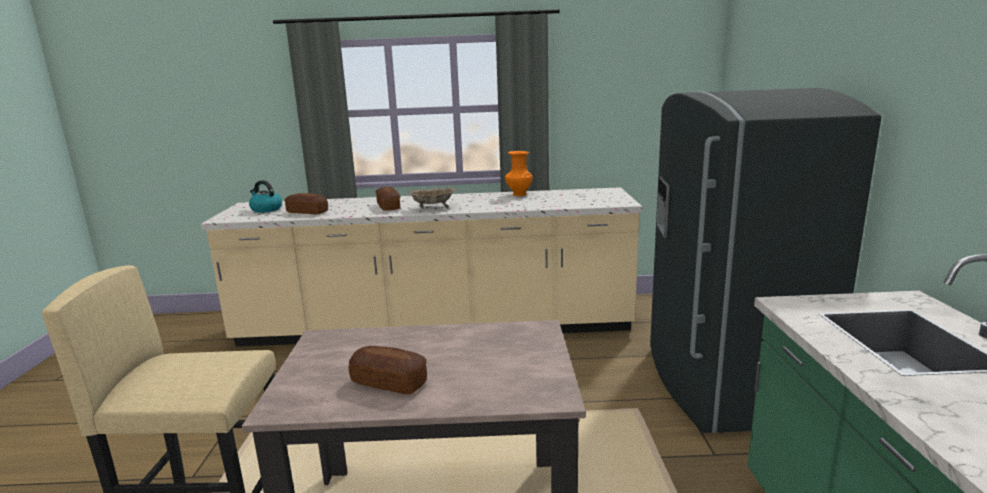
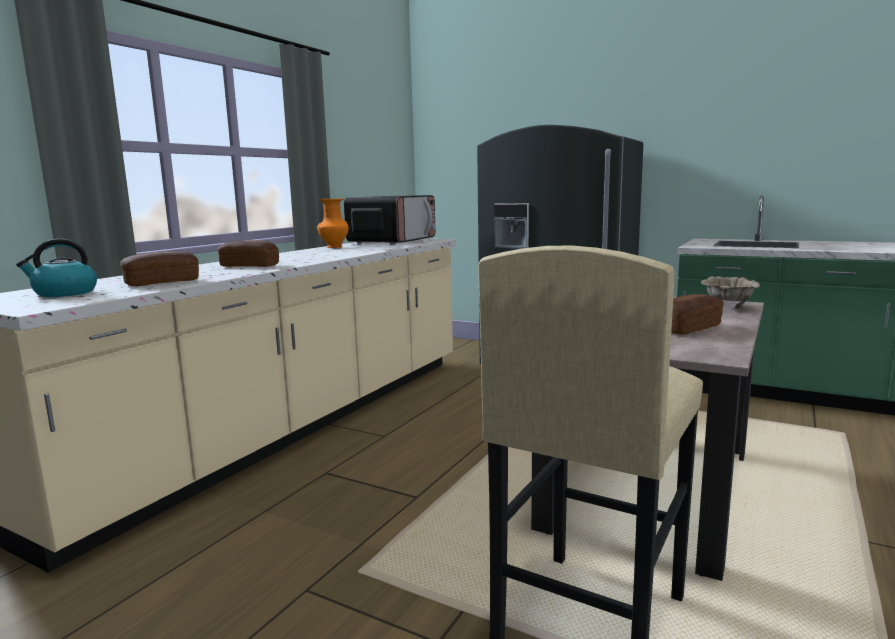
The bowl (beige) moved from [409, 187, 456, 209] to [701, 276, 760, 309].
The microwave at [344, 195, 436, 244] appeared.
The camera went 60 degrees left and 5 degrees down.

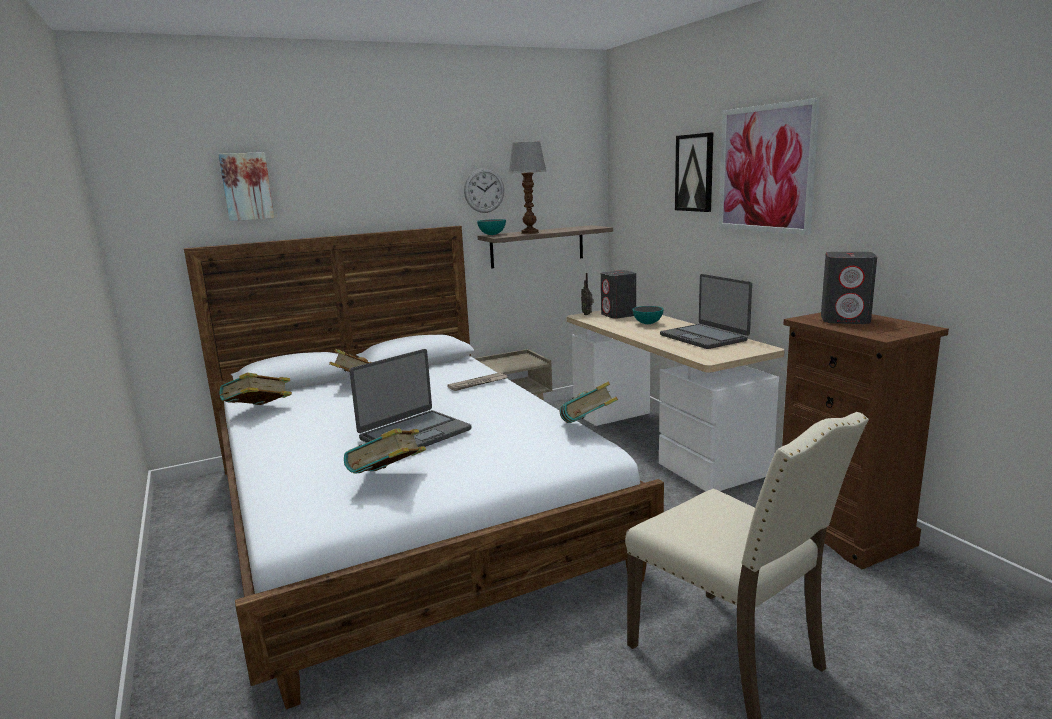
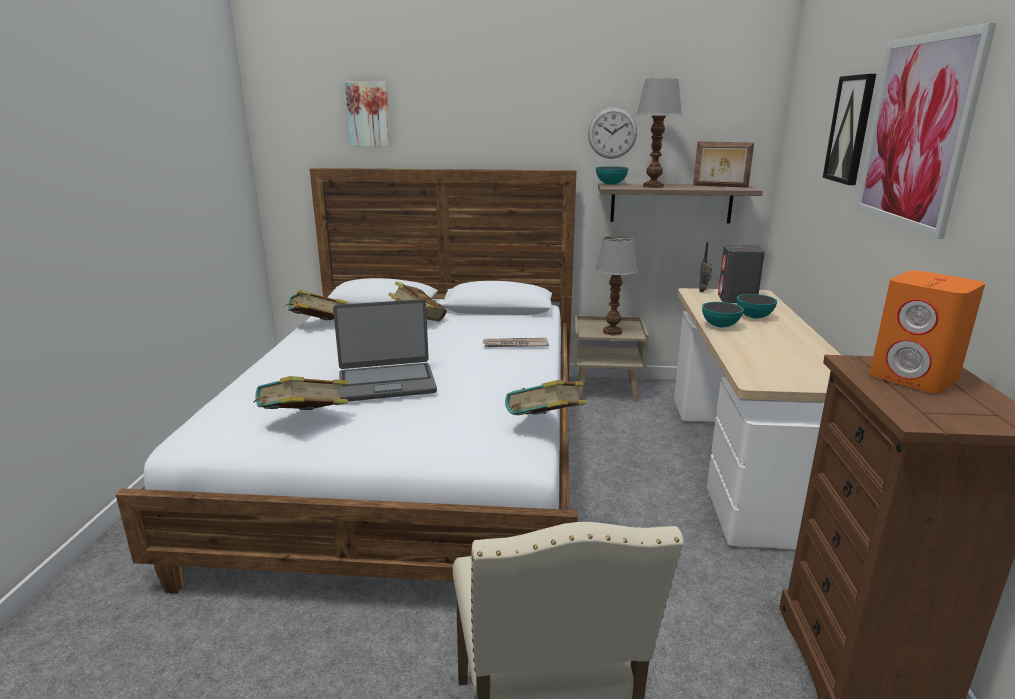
The speaker (grey) at [821, 252, 877, 324] became the speaker (orange) at [870, 270, 985, 393].
The laptop at [660, 274, 752, 349] disappeared.
The picture frame at [693, 141, 754, 188] appeared.
The table lamp at [595, 236, 638, 336] appeared.
The bowl at [702, 302, 744, 327] appeared.
The camera went 30 degrees right and 5 degrees up.

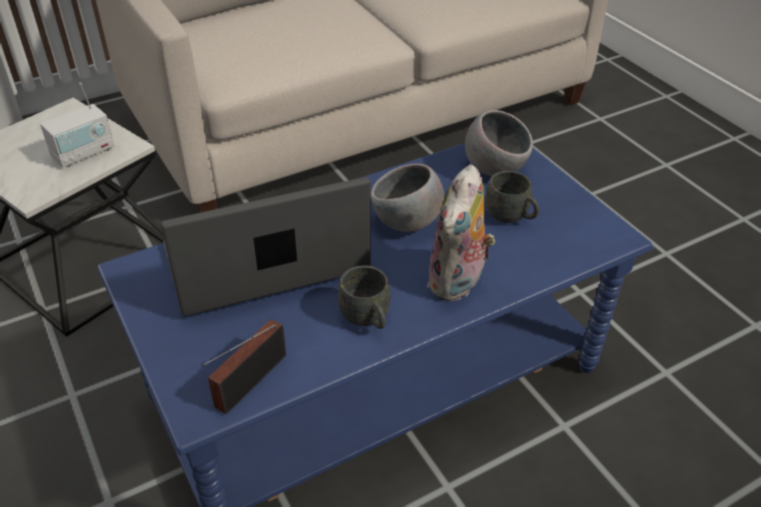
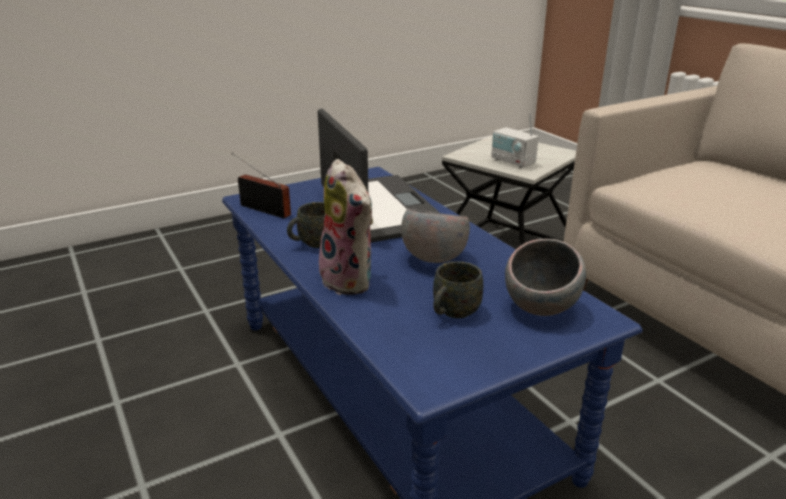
The plush toy at [427, 165, 495, 302] turned 150 degrees counterclockwise.
The camera went 90 degrees right and 15 degrees down.

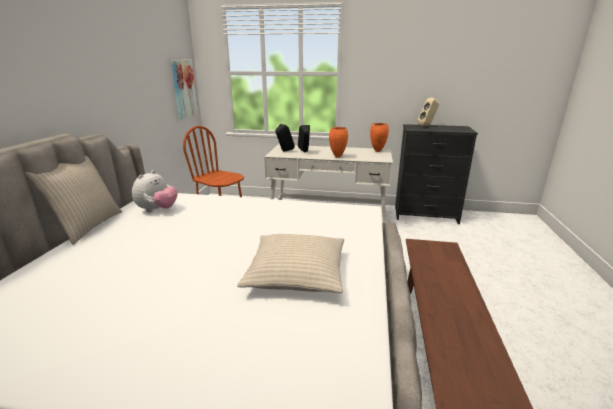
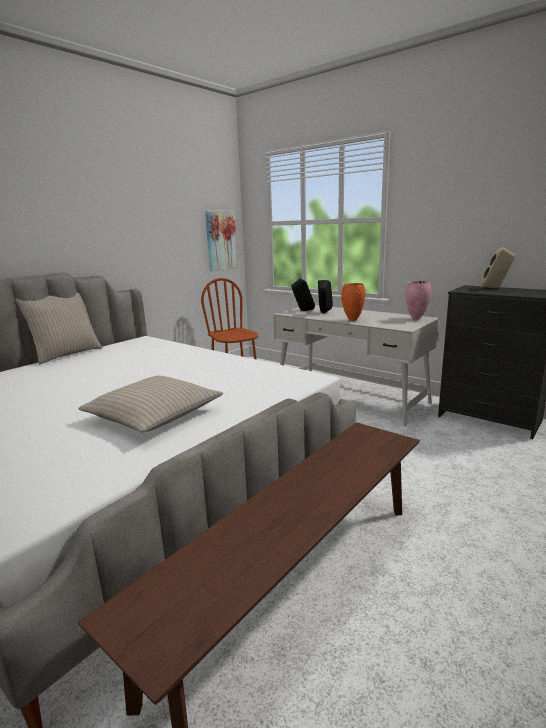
The vase (orange) at [370, 123, 389, 152] became the vase (pink) at [405, 281, 431, 320].
The plush toy at [132, 170, 178, 212] disappeared.
The camera went 30 degrees right and 5 degrees down.

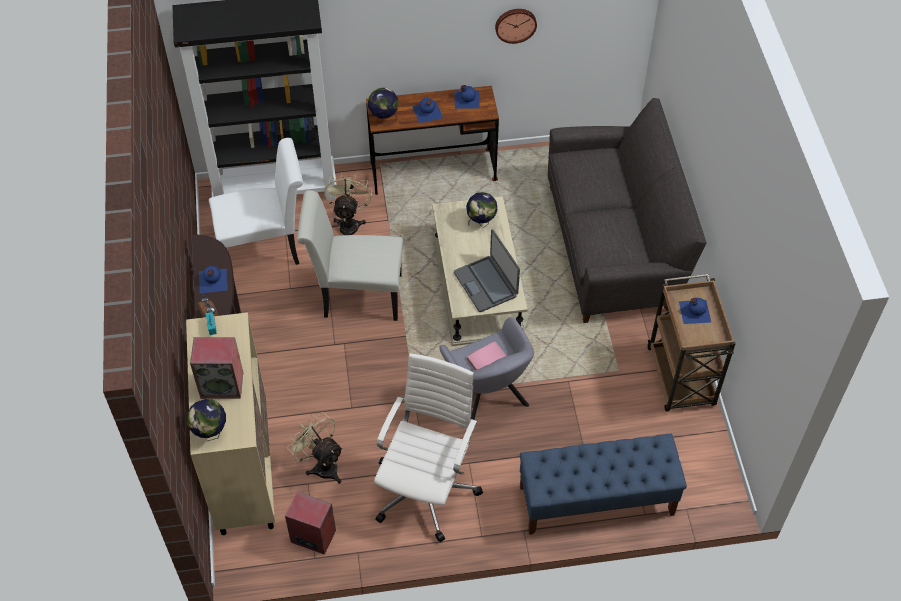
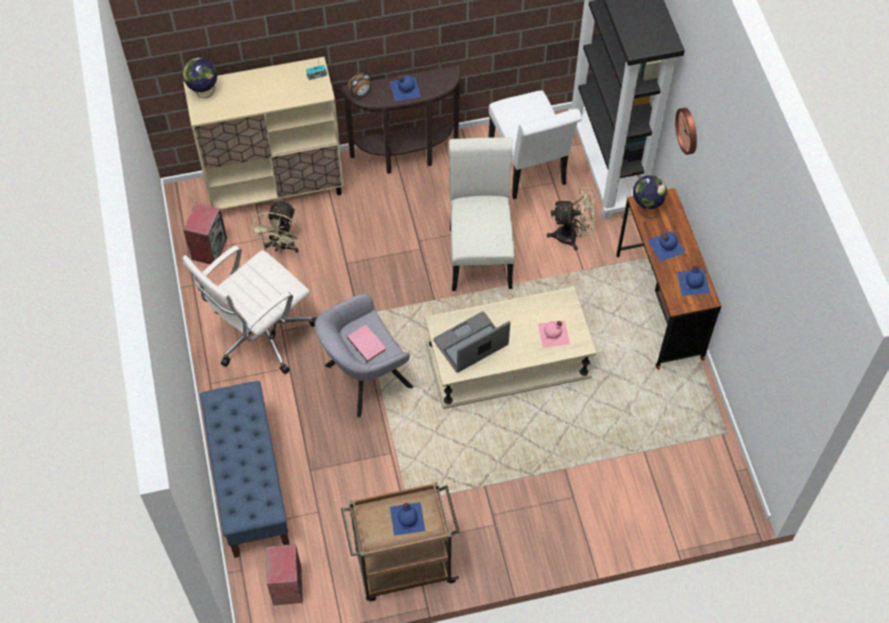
The wall clock moved from [495, 9, 537, 44] to [675, 108, 697, 155].
The sofa (grey) at [548, 98, 707, 323] disappeared.
The globe at [466, 192, 497, 228] was replaced by the bottle (pink) at [538, 321, 570, 348].
The speaker moved from [190, 337, 243, 399] to [266, 544, 303, 605].
The office chair (white) at [374, 353, 483, 542] turned 120 degrees clockwise.
The fan (beige) at [287, 412, 343, 484] turned 150 degrees clockwise.
The camera went 85 degrees right and 5 degrees up.

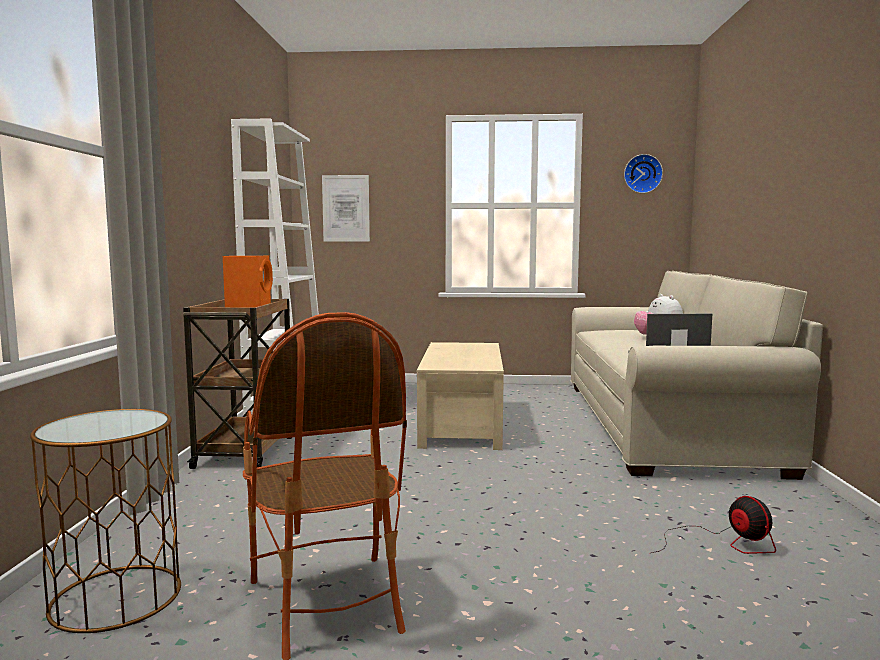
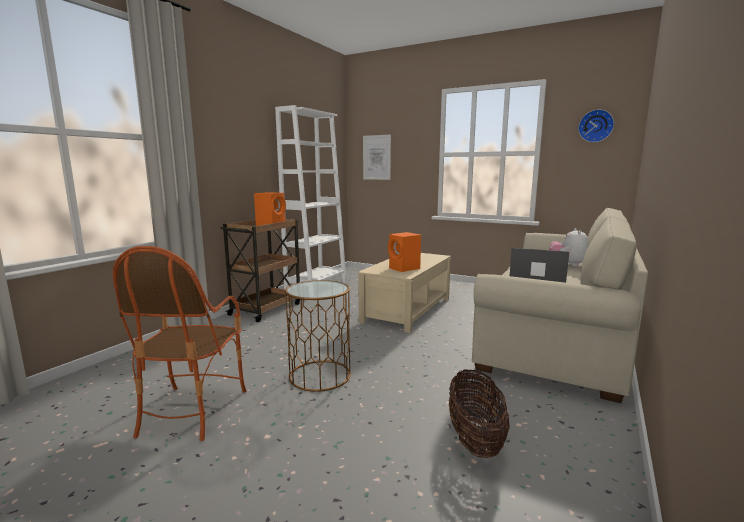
The side table (brown) moved from [30, 409, 181, 633] to [285, 280, 351, 392].
The fan at [652, 496, 776, 554] was replaced by the basket at [449, 369, 510, 458].
The speaker (orange) at [388, 232, 421, 272] appeared.
The camera went 25 degrees right and 5 degrees up.

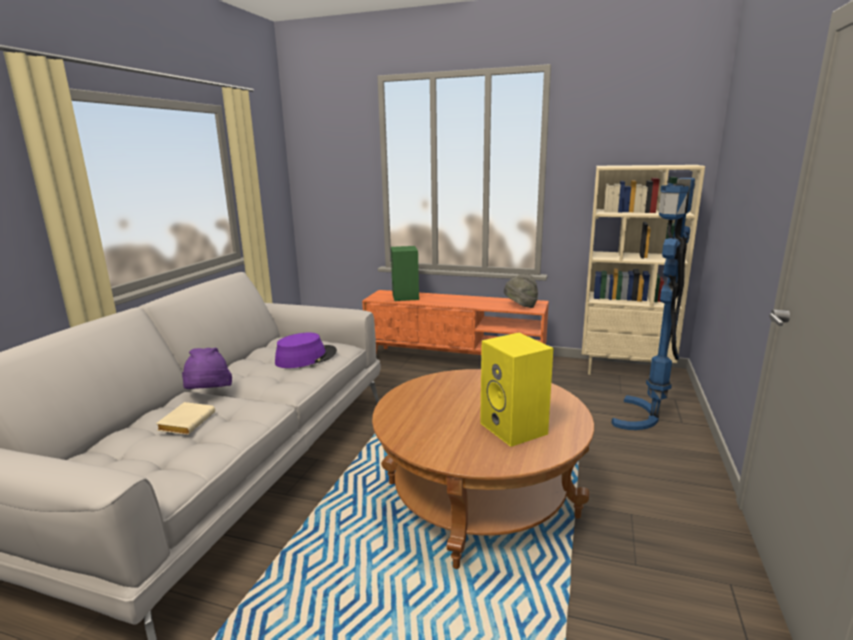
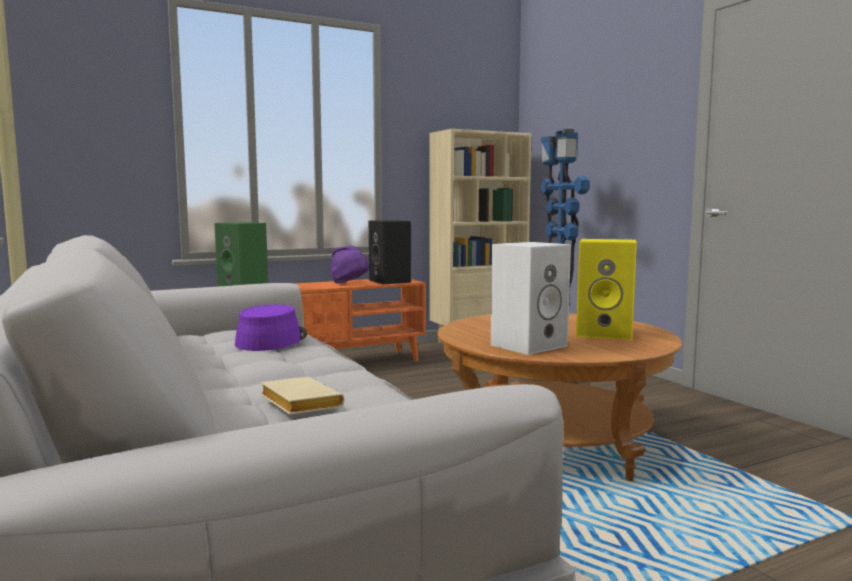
The hat (grey) at [504, 274, 538, 308] was replaced by the speaker (black) at [369, 220, 411, 284].
The hat (purple) moved from [182, 347, 232, 389] to [330, 245, 369, 283].
The speaker (white) at [491, 242, 571, 355] appeared.
The camera went 45 degrees left and 10 degrees down.

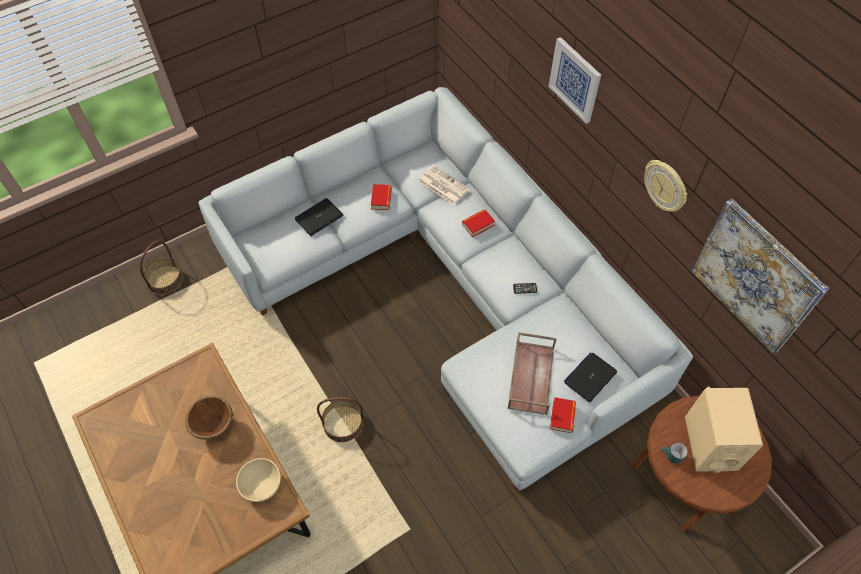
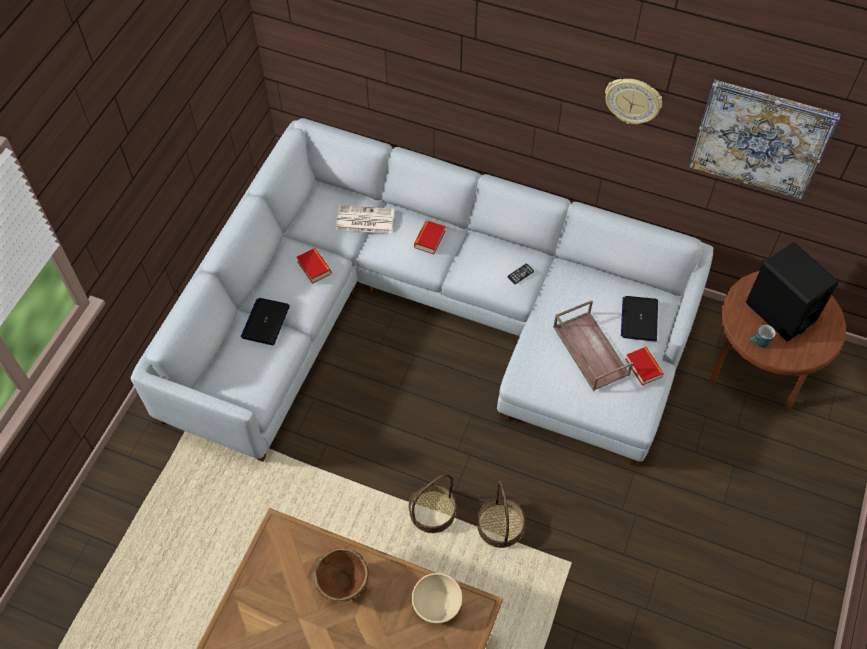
The picture at [548, 37, 601, 124] disappeared.
The basket moved from [140, 241, 183, 295] to [477, 481, 525, 548].
The speaker (beige) at [685, 387, 763, 472] became the speaker (black) at [745, 242, 839, 342].
The camera went 35 degrees left and 0 degrees up.

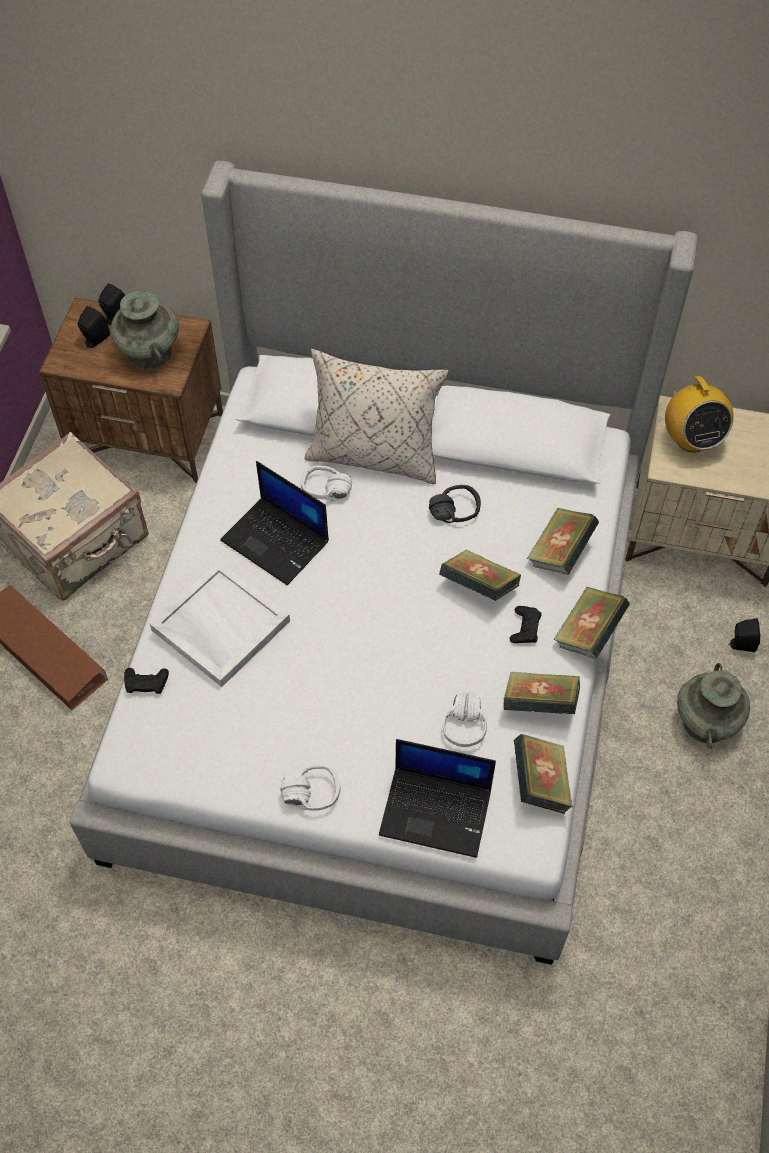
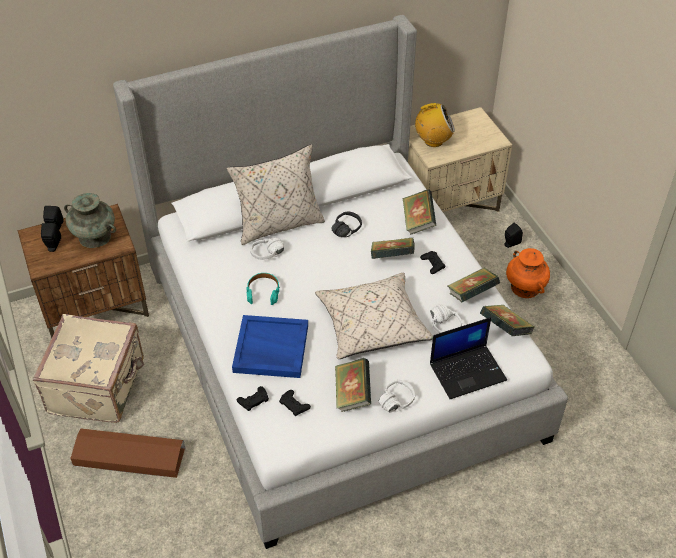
The radio at [665, 376, 734, 453] turned 45 degrees counterclockwise.
The laptop at [220, 461, 329, 585] was replaced by the headphones (turquoise) at [246, 273, 280, 305].
The tray (white) at [149, 561, 290, 687] became the tray (blue) at [232, 315, 308, 378].
The book moved from [553, 587, 630, 659] to [335, 358, 371, 412].
The vase (turquoise) at [677, 663, 750, 749] became the vase (orange) at [506, 248, 550, 298].
The pillow (beige) at [315, 273, 433, 359] appeared.
The game controller (black) at [279, 390, 311, 416] appeared.
The camera went 35 degrees left and 10 degrees down.

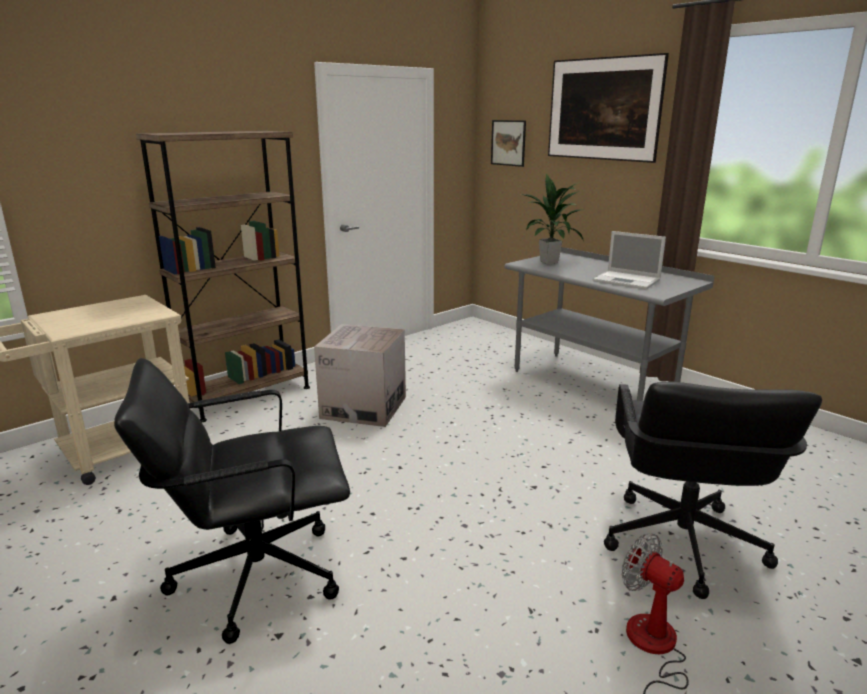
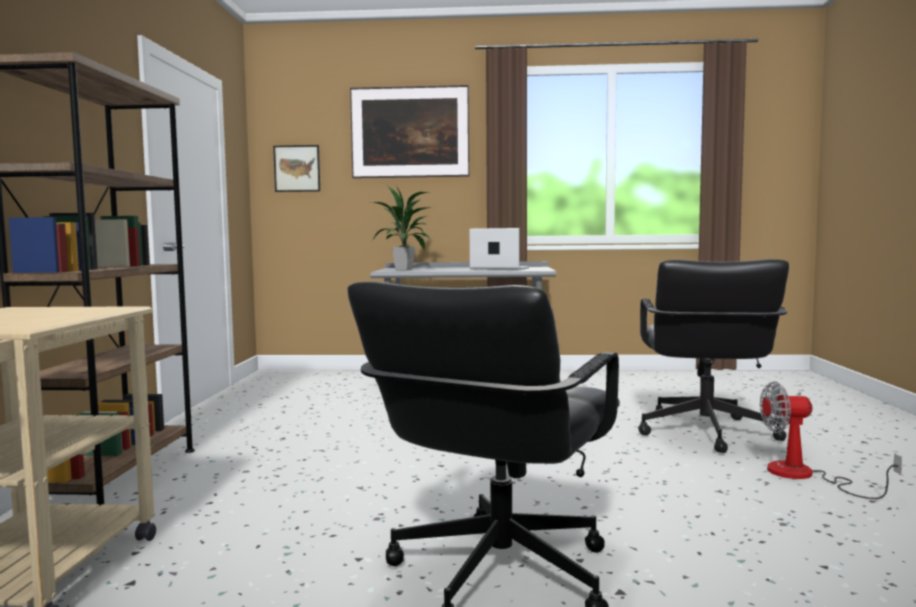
The laptop at [593, 231, 666, 289] turned 150 degrees counterclockwise.
The cardboard box at [314, 324, 406, 427] disappeared.
The office chair (black) at [604, 382, 822, 599] turned 45 degrees clockwise.
The camera went 45 degrees left and 15 degrees down.

